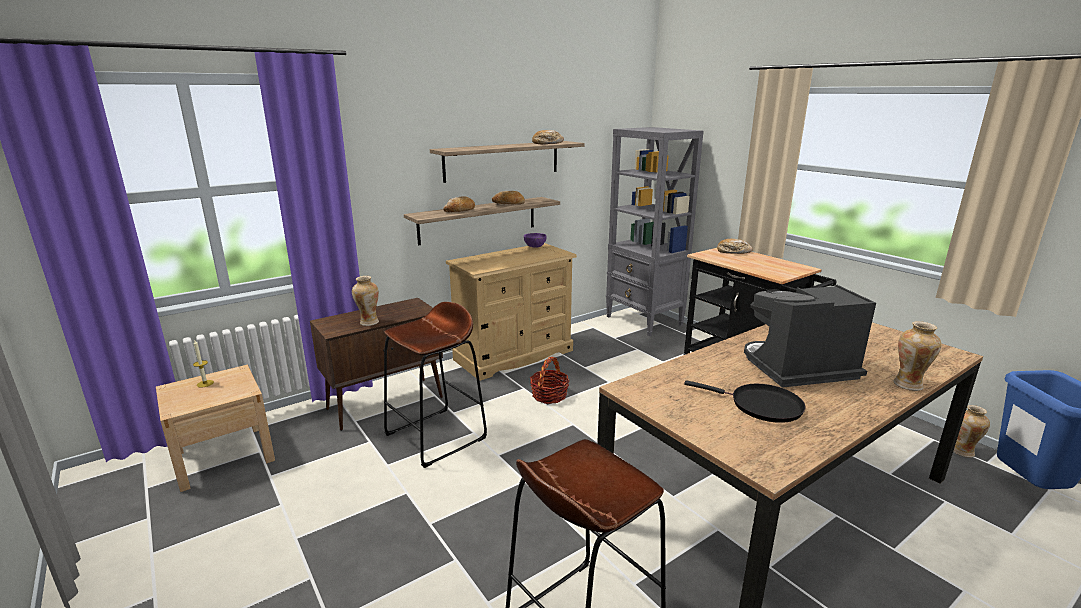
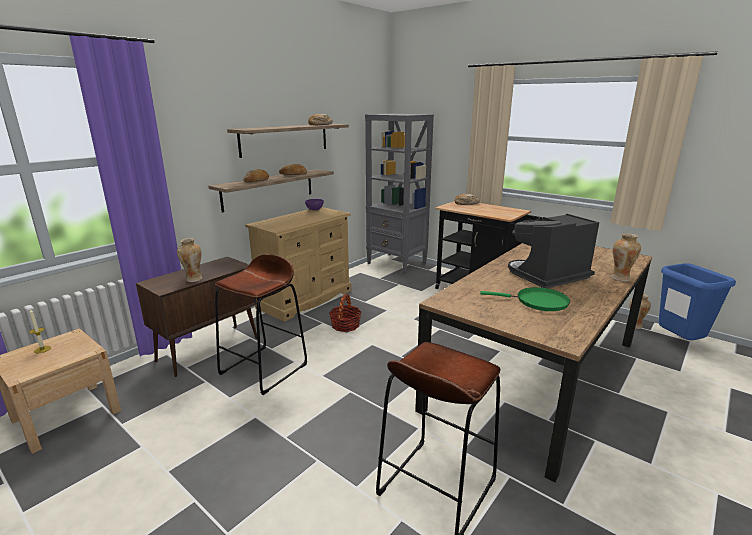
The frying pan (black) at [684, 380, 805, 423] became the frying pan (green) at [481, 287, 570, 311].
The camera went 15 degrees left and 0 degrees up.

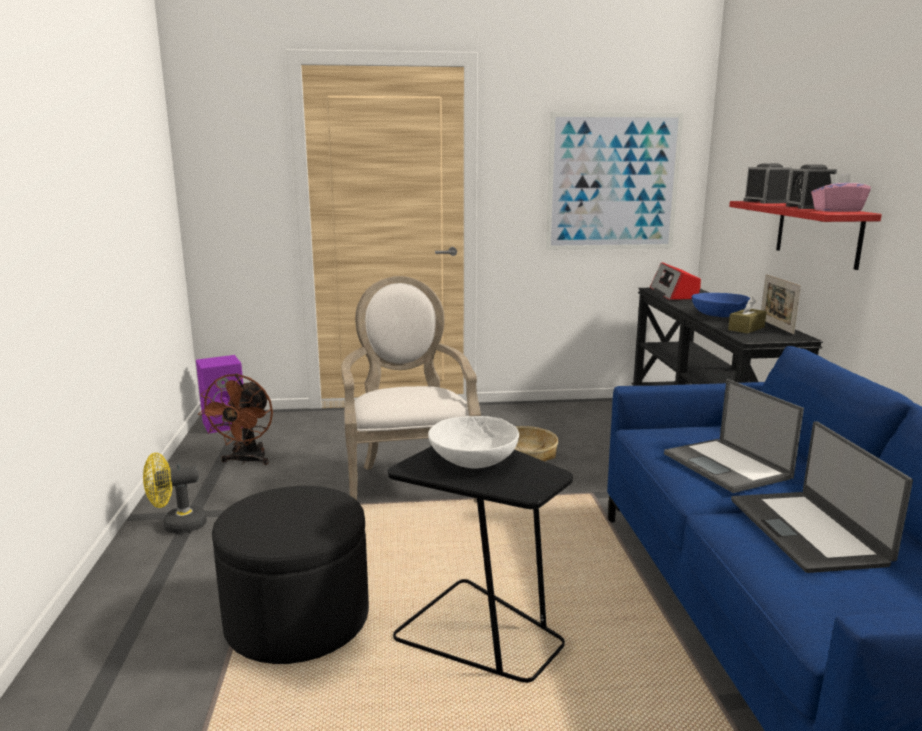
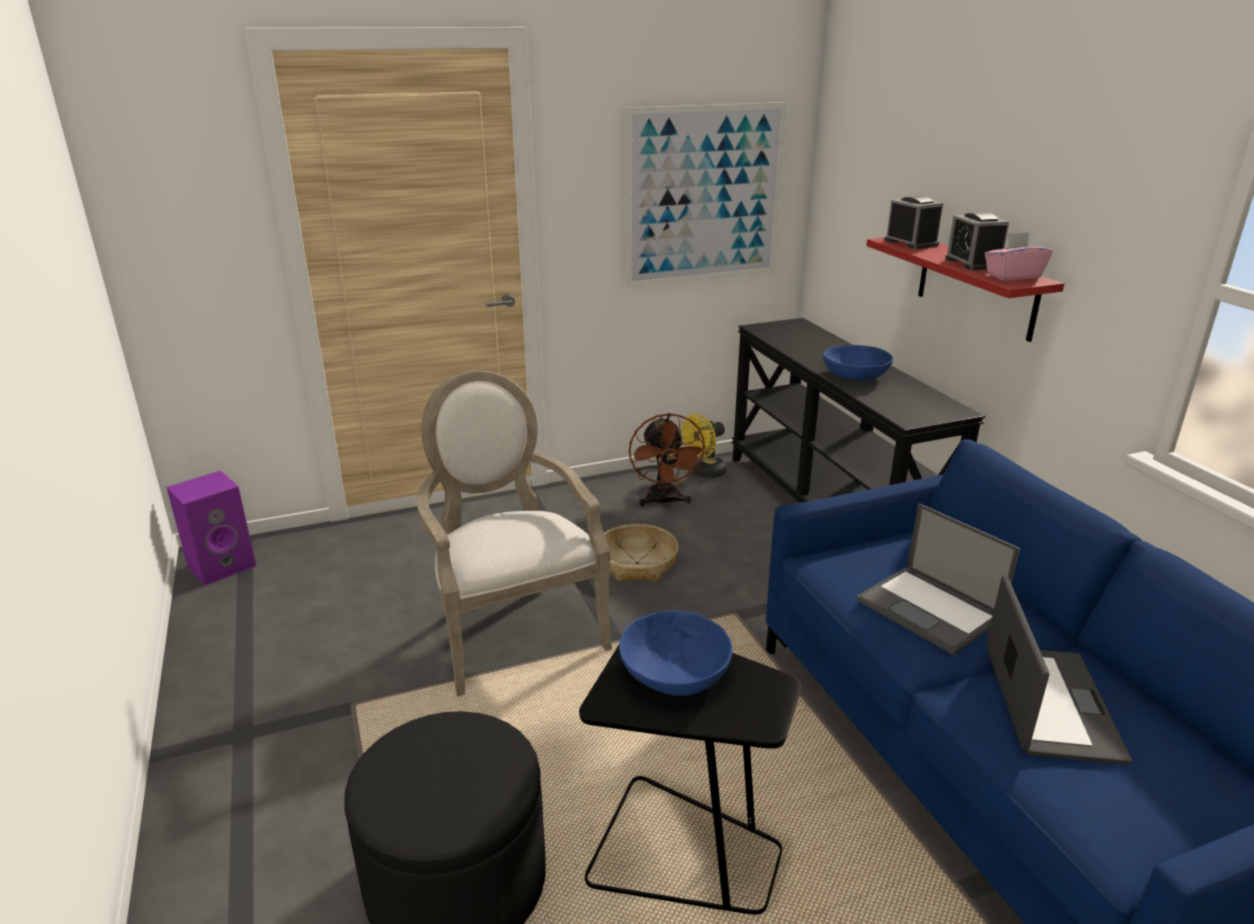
The radio at [650, 262, 701, 300] disappeared.
The picture frame at [761, 274, 801, 334] disappeared.
The tissue box (brown) at [728, 297, 767, 334] disappeared.
The fan (brown) moved from [198, 374, 273, 465] to [629, 413, 707, 507].
The bowl (white) at [428, 416, 519, 469] became the bowl (blue) at [619, 610, 733, 696].
The laptop at [731, 421, 913, 573] turned 150 degrees counterclockwise.
The fan (yellow) moved from [143, 453, 207, 534] to [681, 414, 727, 478].
The camera went 15 degrees left and 10 degrees up.

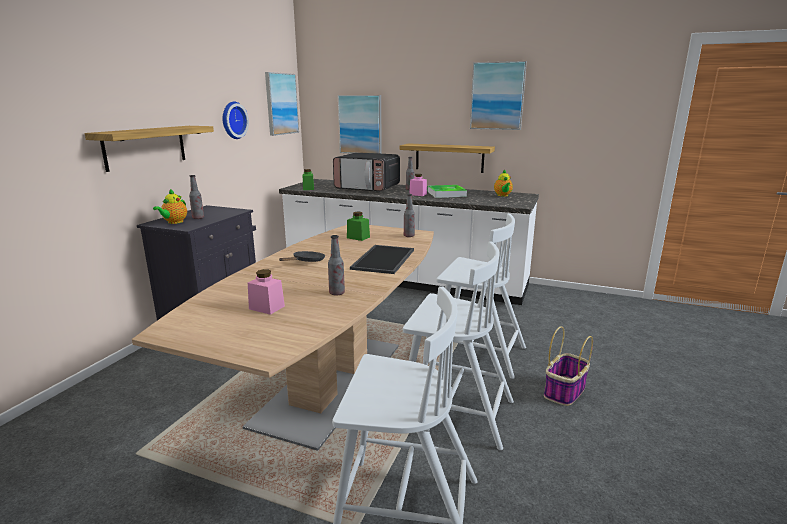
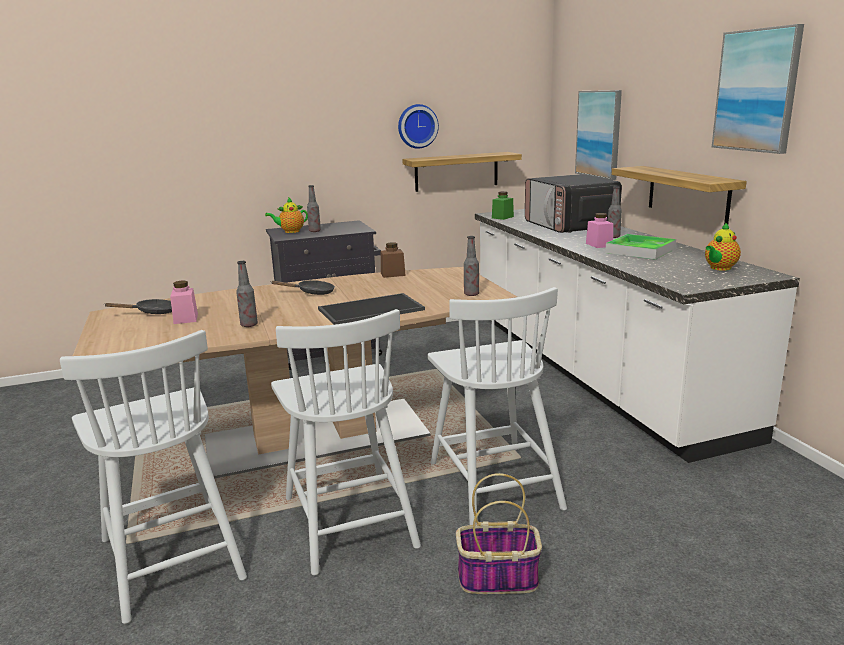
The picture at [265, 72, 299, 136] disappeared.
The shelf moved from [85, 126, 214, 172] to [402, 152, 522, 192].
The jar (green) at [347, 212, 370, 241] disappeared.
The jar (brown) at [381, 242, 406, 278] appeared.
The frying pan (black) at [104, 299, 172, 314] appeared.
The camera went 50 degrees right and 0 degrees up.

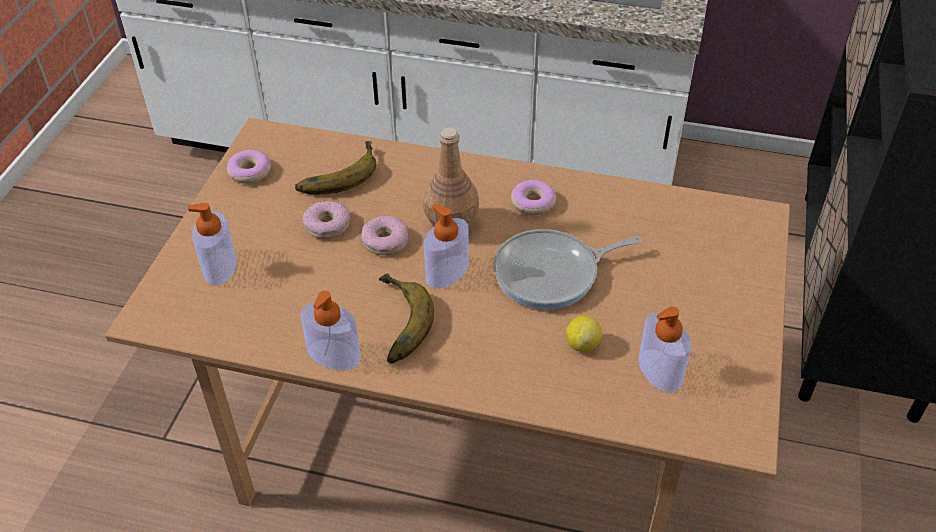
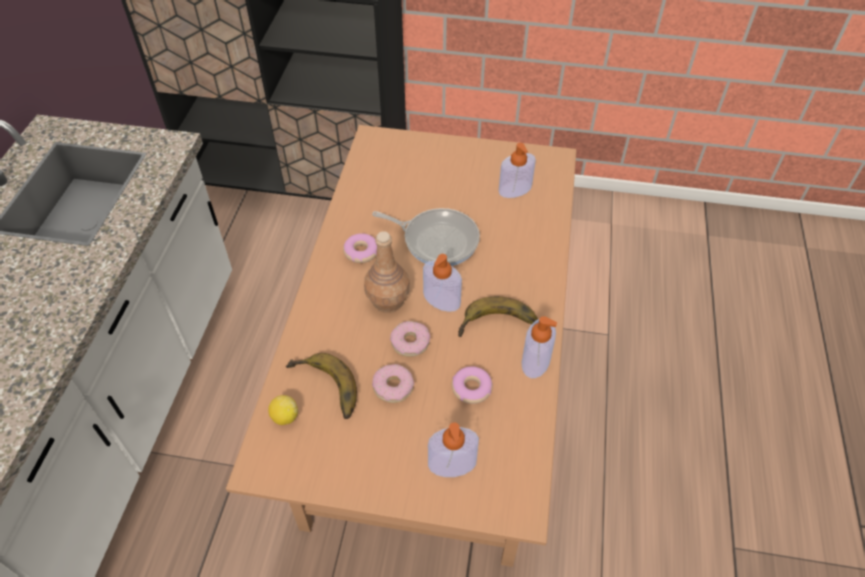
The donut moved from [227, 150, 271, 184] to [452, 366, 493, 404].
The frying pan at [493, 229, 642, 309] turned 45 degrees counterclockwise.
The lemon moved from [566, 315, 602, 352] to [268, 395, 298, 425].
The camera went 95 degrees left and 5 degrees up.

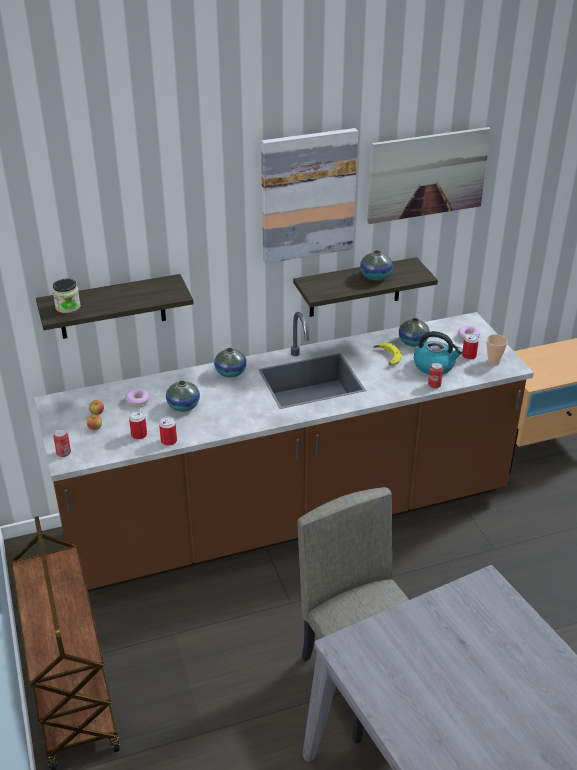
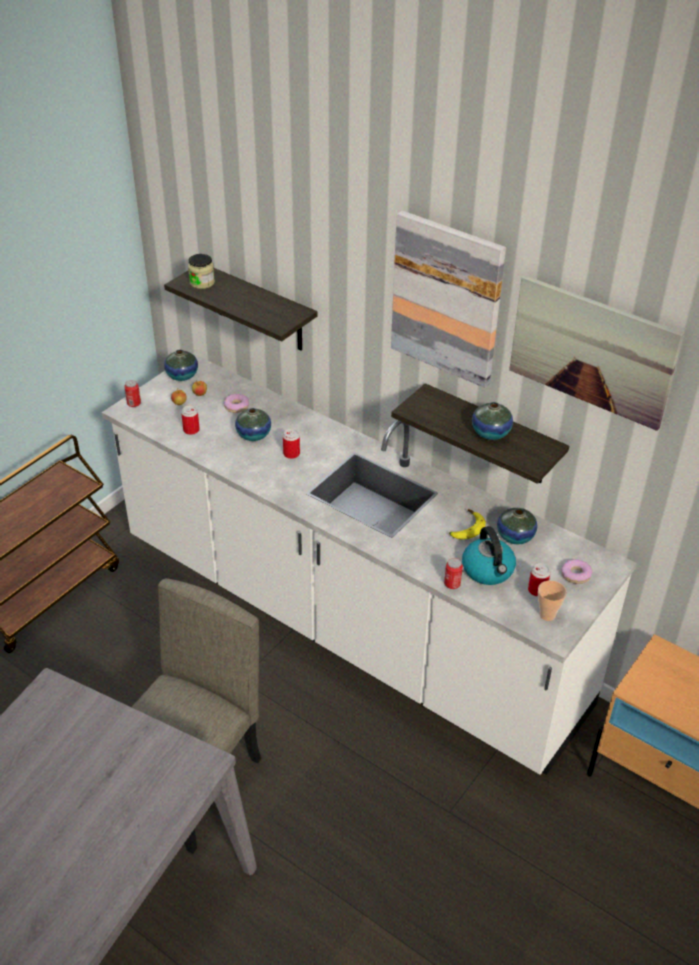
The counter (brown) at [34, 312, 534, 592] became the counter (white) at [102, 353, 637, 775].
The vase moved from [214, 348, 247, 378] to [164, 350, 198, 381].
The can moved from [159, 417, 177, 446] to [283, 429, 300, 459].
The camera went 55 degrees right and 5 degrees up.

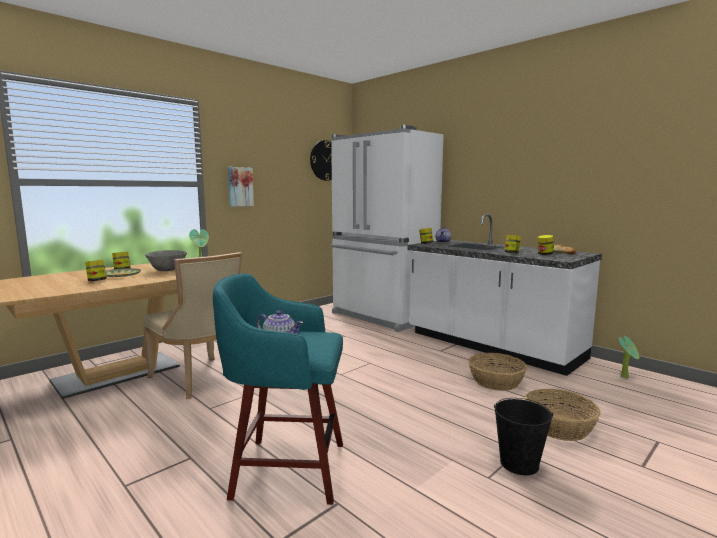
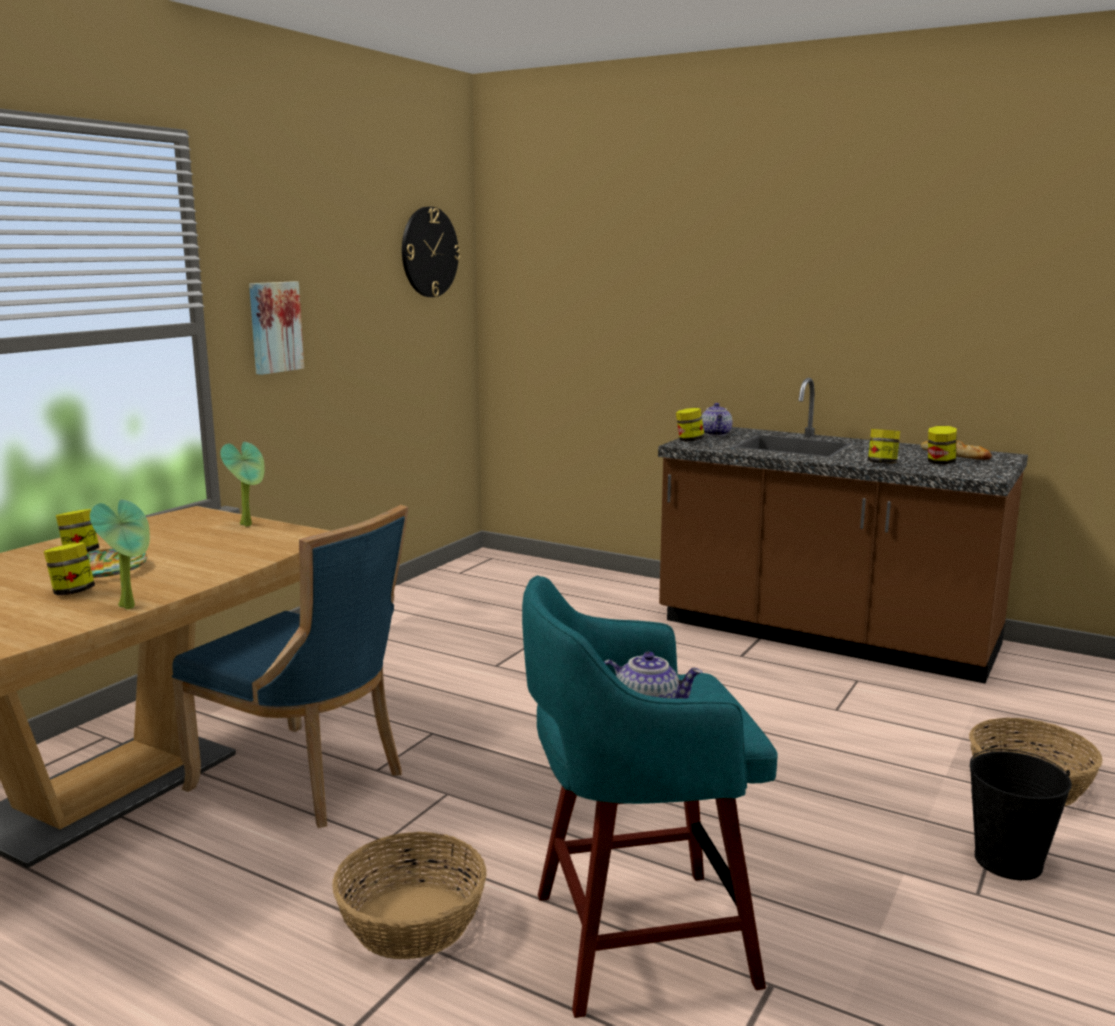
The fridge (white) at [331, 125, 444, 332] disappeared.
The counter (white) at [408, 214, 602, 376] became the counter (brown) at [658, 378, 1028, 684].
The bowl (grey) at [145, 250, 187, 271] disappeared.
The chair (beige) at [143, 252, 243, 399] became the chair (blue) at [172, 505, 408, 828].
The potted plant moved from [619, 336, 640, 379] to [90, 500, 150, 610].
The basket moved from [468, 353, 527, 391] to [332, 832, 486, 959].
The camera went 15 degrees left and 5 degrees up.

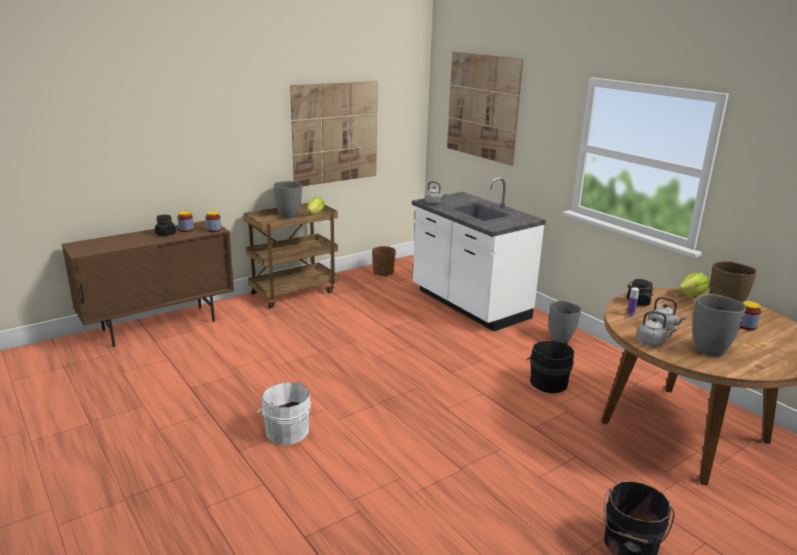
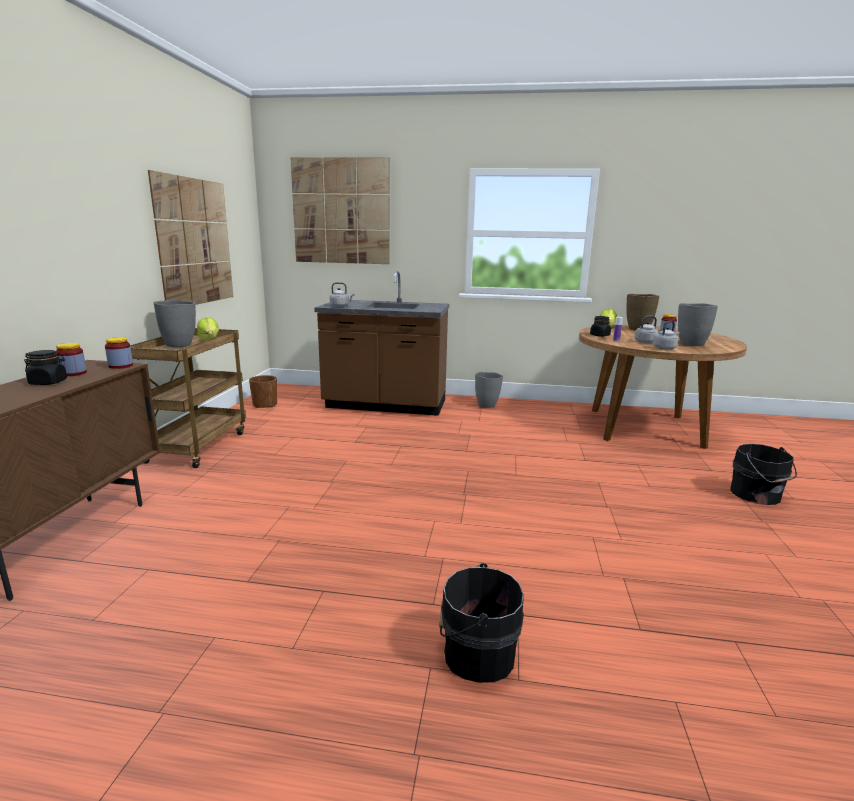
The counter (white) at [412, 177, 546, 331] became the counter (brown) at [314, 271, 449, 416].
The bucket (black) moved from [526, 340, 574, 393] to [439, 563, 524, 683].
The bucket (white) at [257, 381, 311, 445] disappeared.
The camera went 45 degrees left and 5 degrees down.

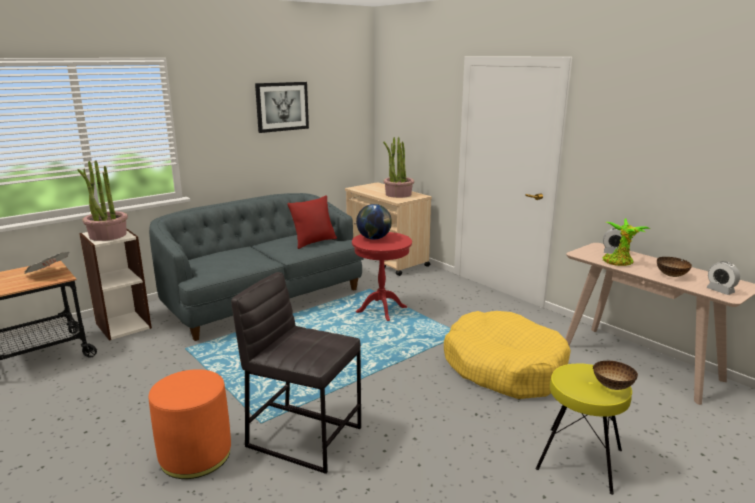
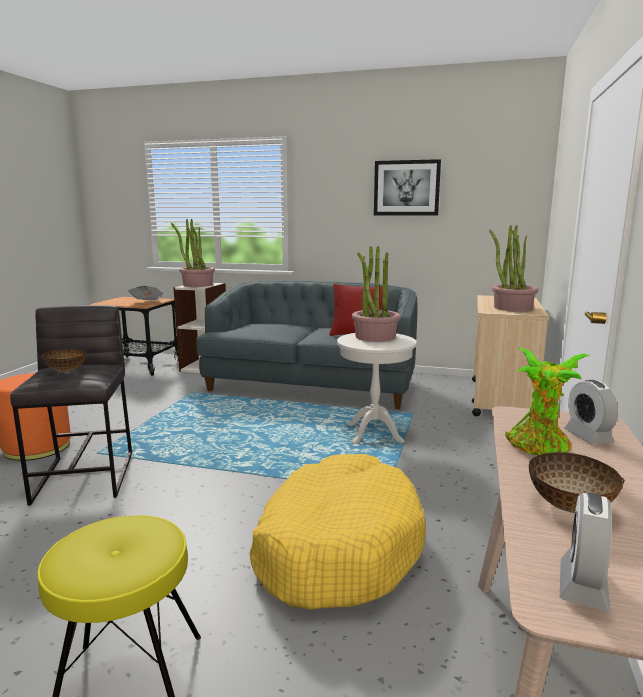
The globe at [356, 204, 392, 240] was replaced by the potted plant at [352, 246, 401, 342].
The side table (red) at [352, 232, 412, 321] became the side table (white) at [337, 333, 417, 444].
The bowl moved from [593, 361, 638, 390] to [42, 349, 87, 372].
The camera went 55 degrees right and 5 degrees down.

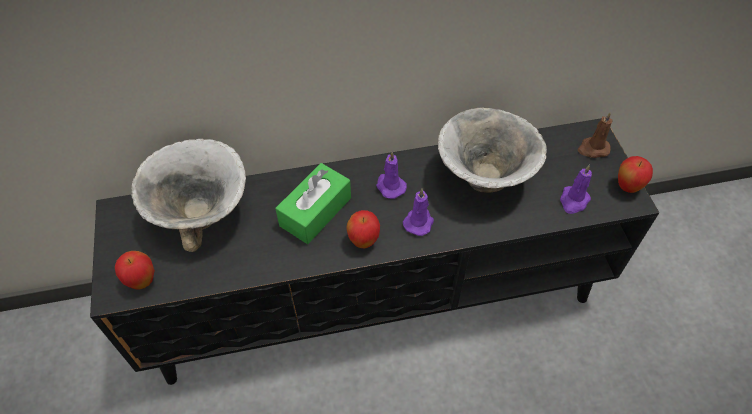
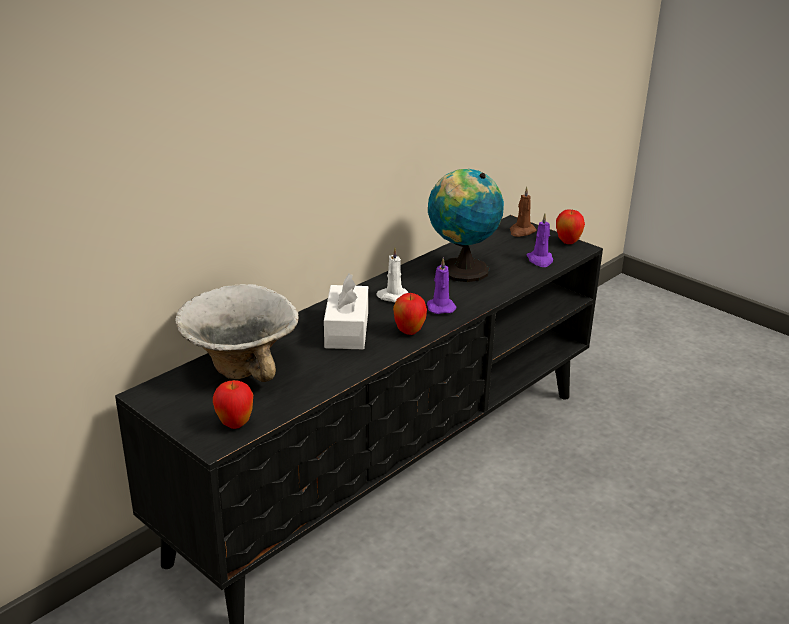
The bowl at [438, 108, 547, 193] was replaced by the globe at [428, 169, 504, 282].
The candle (purple) at [376, 151, 407, 199] became the candle (white) at [376, 247, 408, 302].
The tissue box (green) at [275, 163, 351, 244] became the tissue box (white) at [324, 274, 368, 349].
The camera went 35 degrees left and 25 degrees down.

